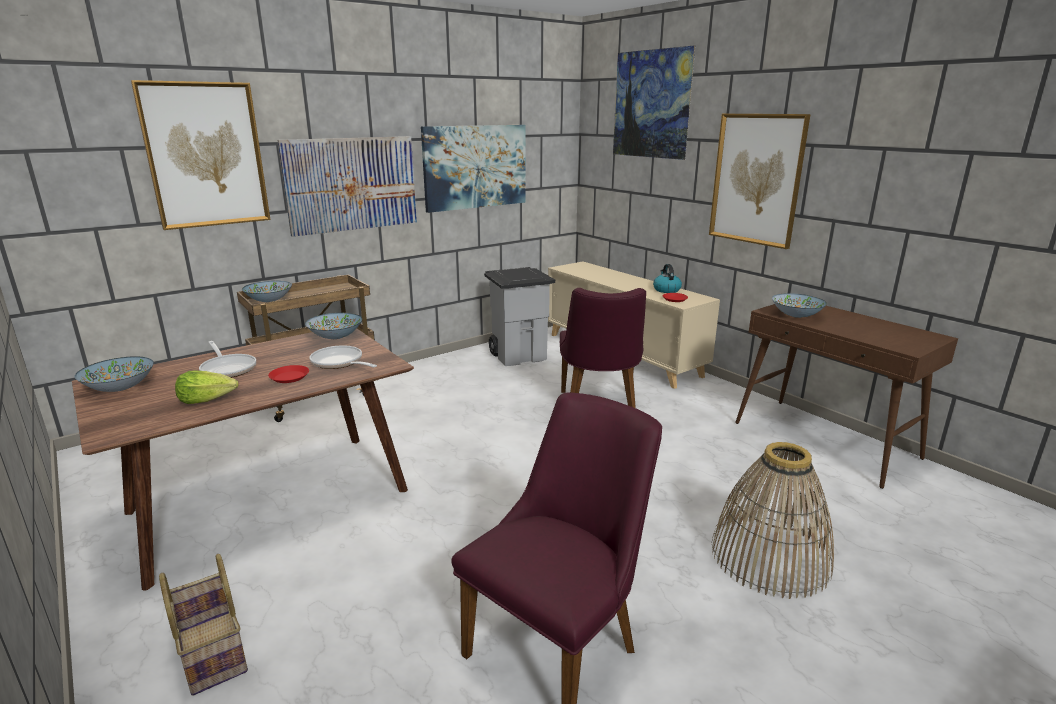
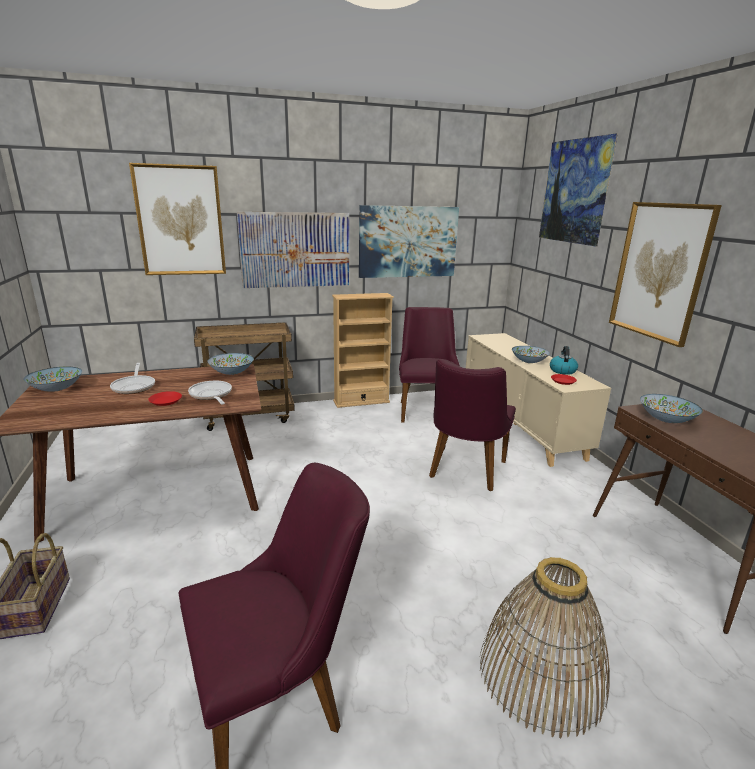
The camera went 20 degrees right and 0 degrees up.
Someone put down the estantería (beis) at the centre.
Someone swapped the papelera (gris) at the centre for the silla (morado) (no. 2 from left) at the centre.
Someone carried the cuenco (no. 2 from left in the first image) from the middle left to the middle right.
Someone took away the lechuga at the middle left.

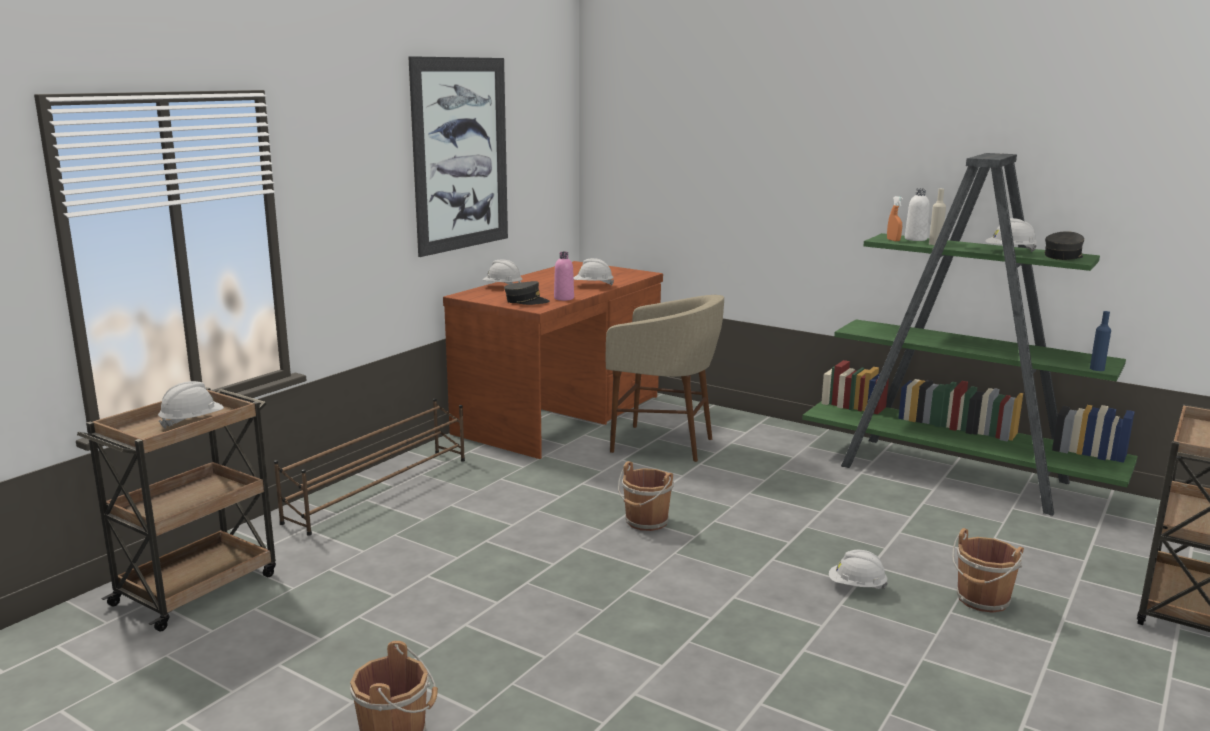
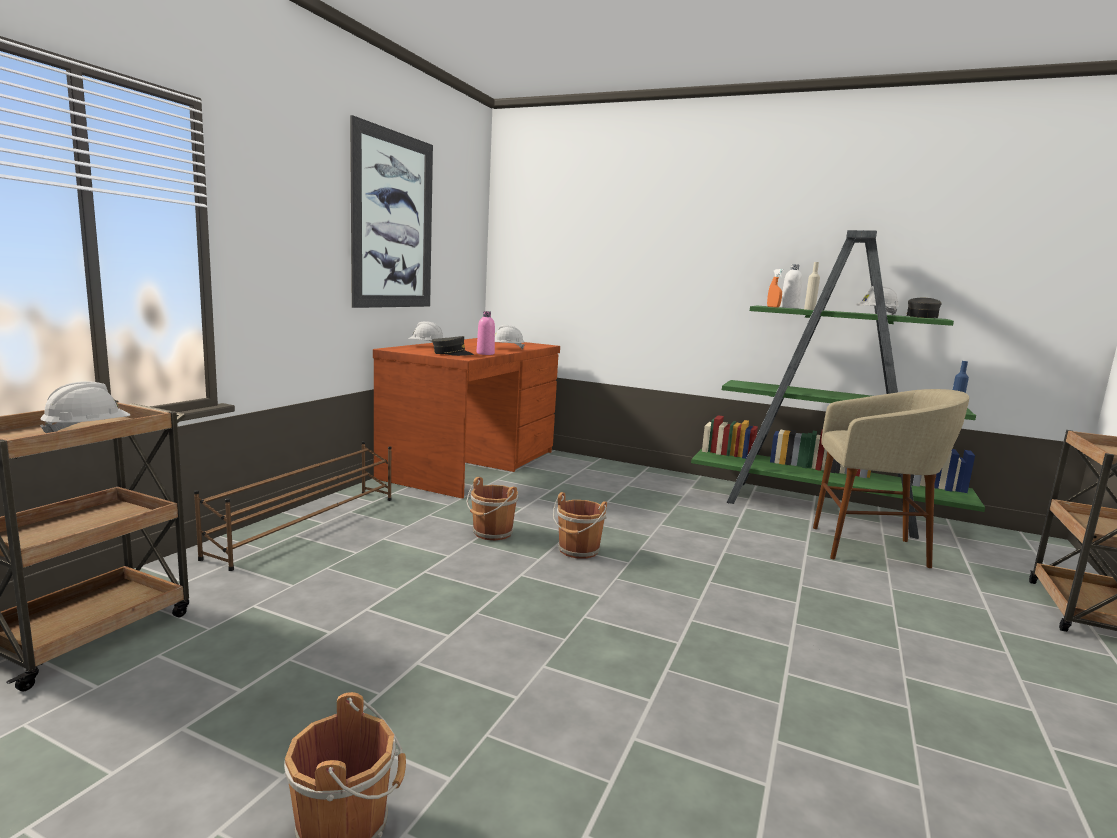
The camera went 10 degrees left and 5 degrees down.
Someone carried the cubo (marrón) (no. 3 from left in the first image) from the bottom right to the centre.
Someone carried the taburete (beis) from the centre to the middle right.
Someone took away the casco (blanco) (no. 4 from left) at the bottom right.

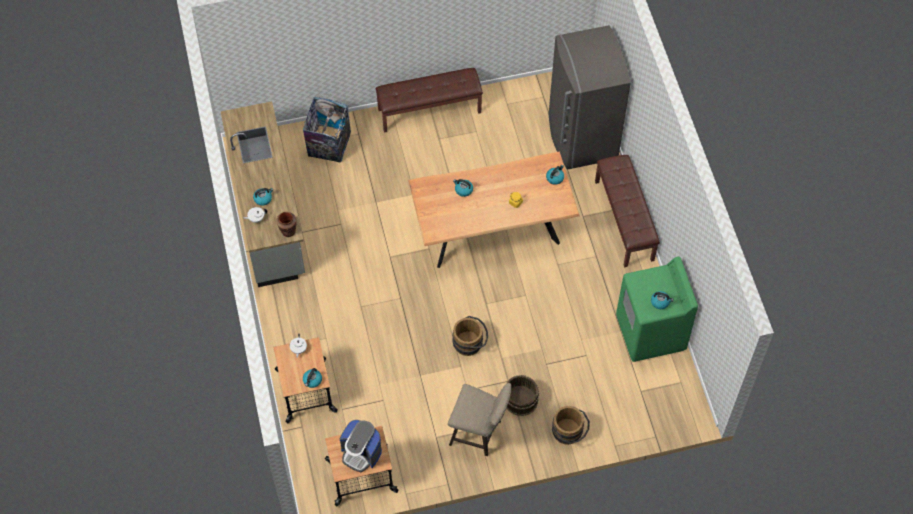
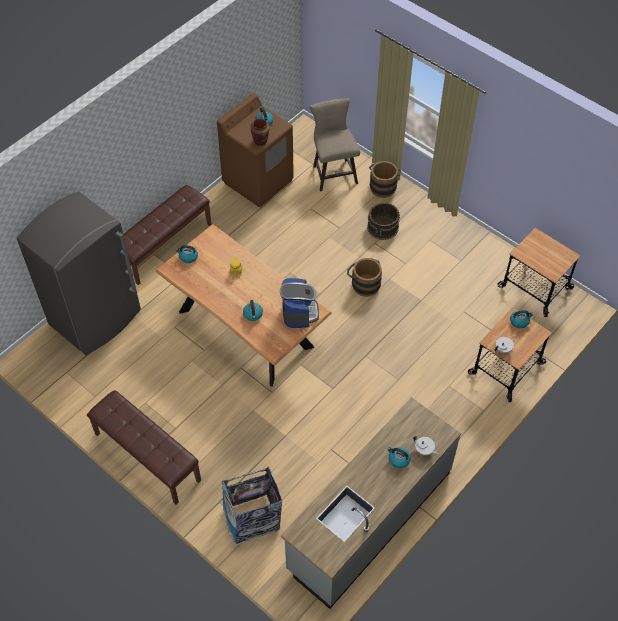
The camera went 125 degrees left and 5 degrees down.
Someone repainted the lavadora (verde) at the middle right, which became the lavadora (marrón) at the top centre.
Someone carried the florero (marrón) from the middle left to the top centre.
Someone carried the cafetera from the bottom centre to the centre.
Someone carried the taburete (beis) from the bottom centre to the top centre.

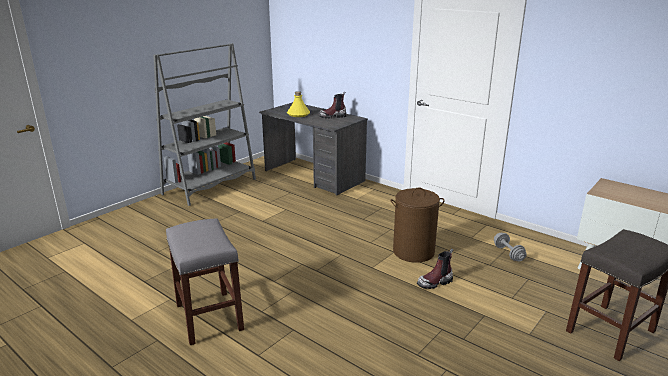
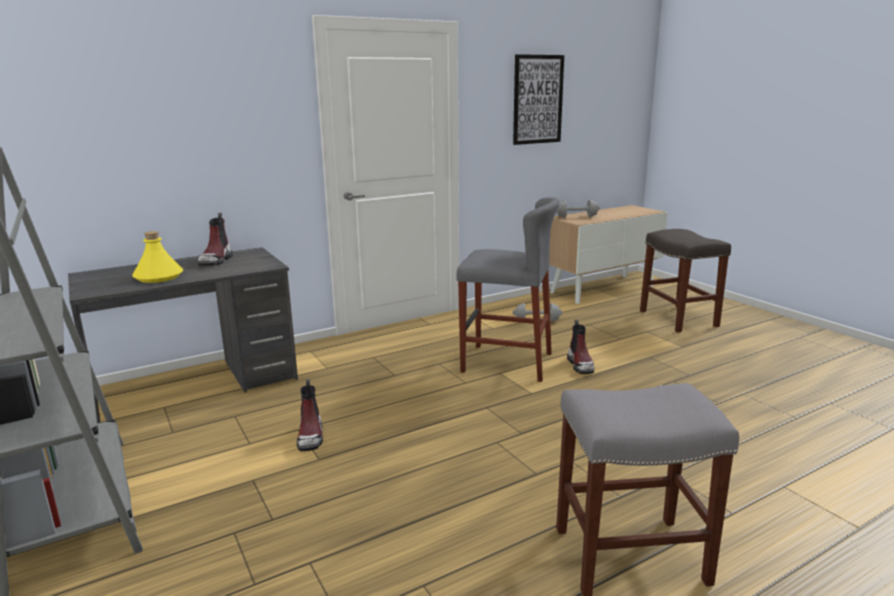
The camera went 70 degrees left and 5 degrees down.
Someone put down the bota (no. 2 from left) at the bottom centre.
Someone swapped the cesto de la ropa (marrón) at the centre for the taburete (gris) (no. 1 from left) at the centre.
Someone put up the cuadro at the top centre.
Someone put down the mancuerna (gris) (no. 2 from left) at the centre.

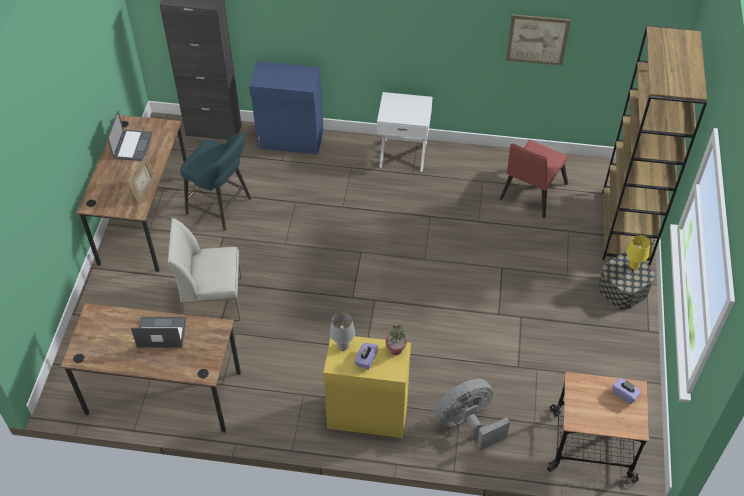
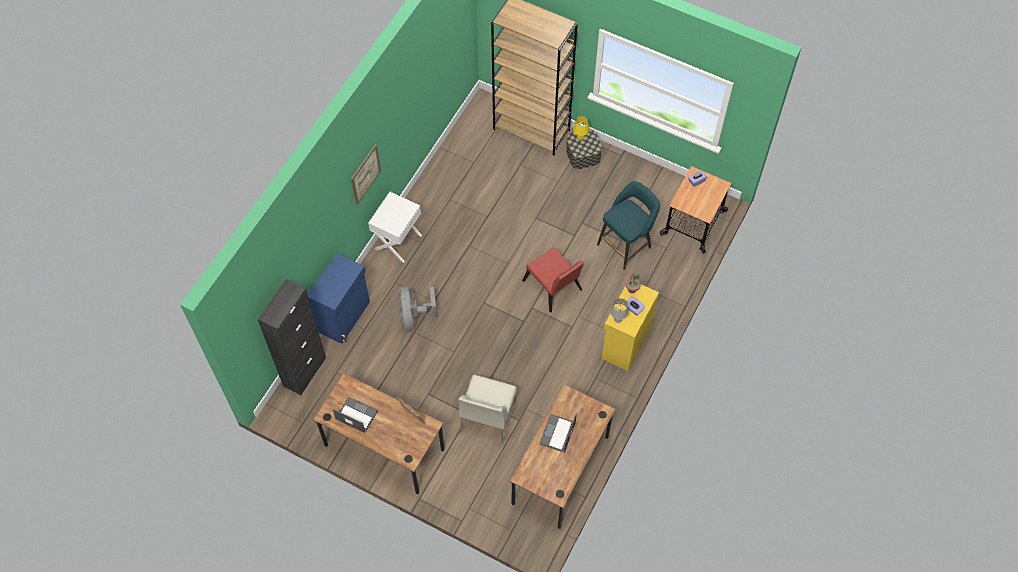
The camera went 70 degrees left and 10 degrees up.
Someone carried the cuadro from the top right to the top centre.
Someone carried the ventilador (gris) from the bottom centre to the centre.
Someone carried the silla (rojo) from the middle right to the centre.
Someone carried the taburete (turquesa) from the middle left to the centre.

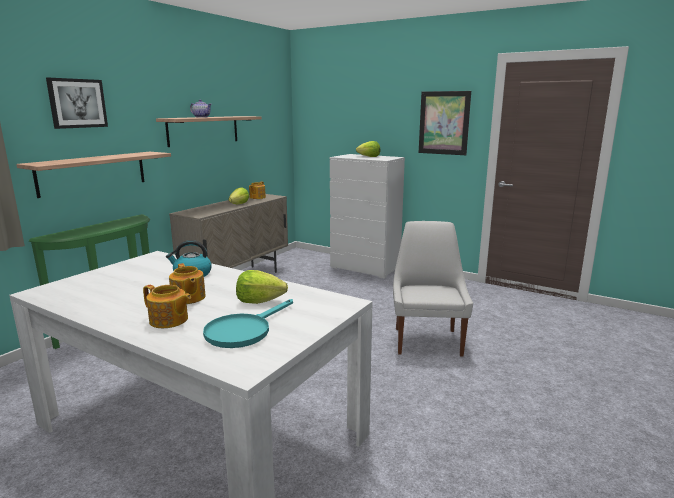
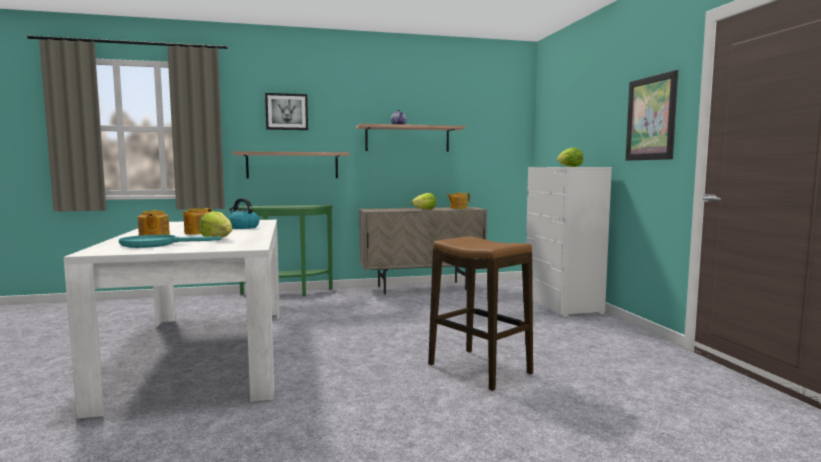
The camera went 45 degrees right and 10 degrees down.
Someone swapped the silla (blanco) at the centre for the taburete at the bottom centre.

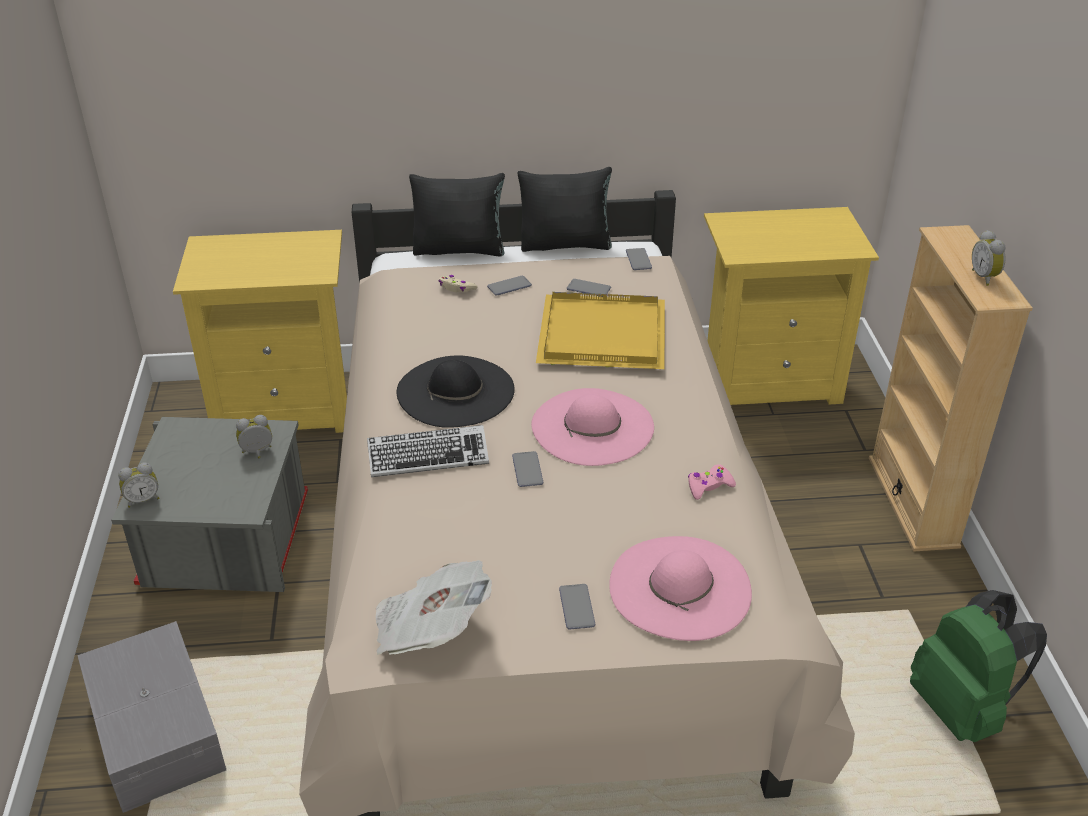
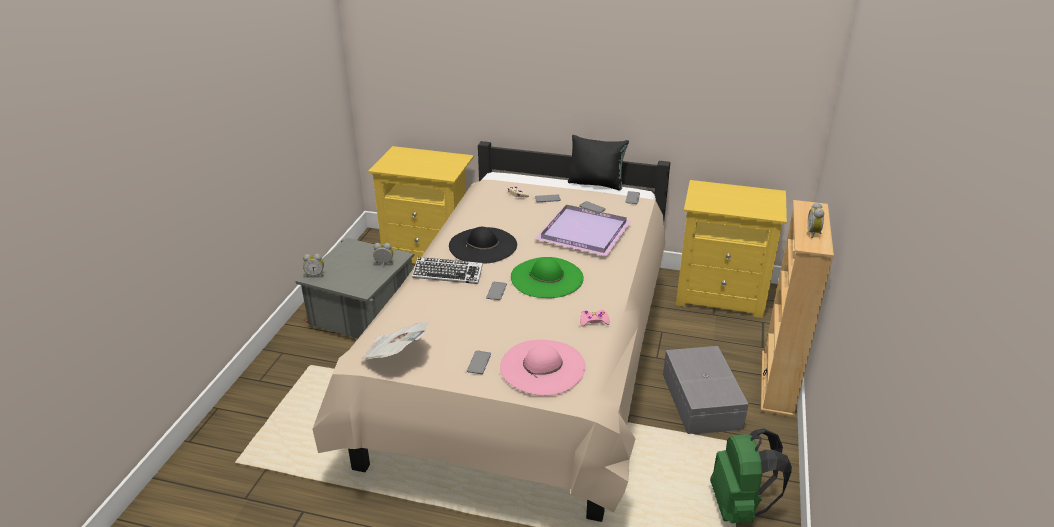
The camera went 20 degrees right and 5 degrees down.
Someone repainted the sombrero (rosa) (no. 1 from left) at the centre, which became the sombrero (verde) at the centre.
Someone repainted the bandeja (amarillo) at the centre, which became the bandeja (morado) at the centre.
Someone carried the caja de almacenaje (gris) (no. 1 from left in the first image) from the bottom left to the bottom right.
Someone took away the cojín (negro) (no. 1 from left) at the top centre.

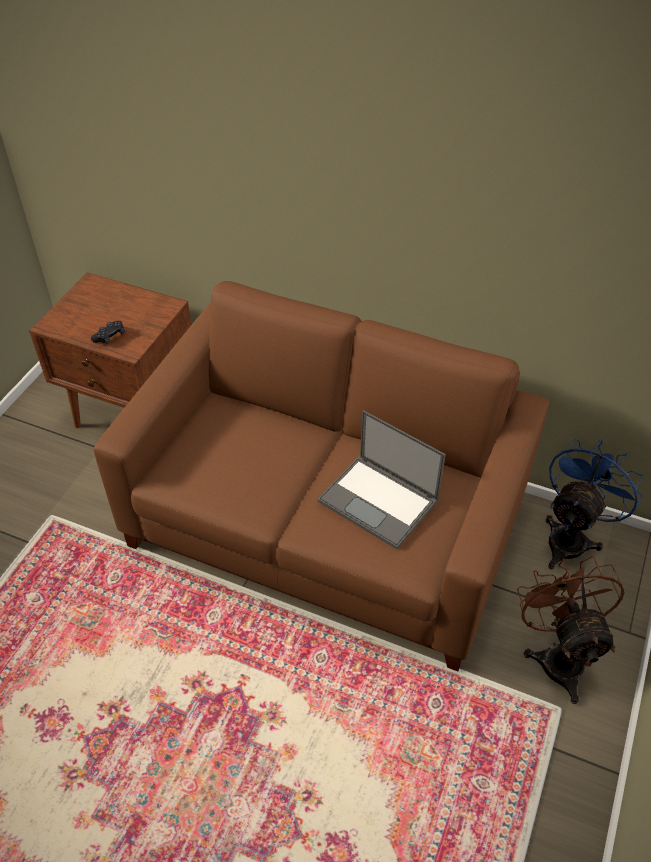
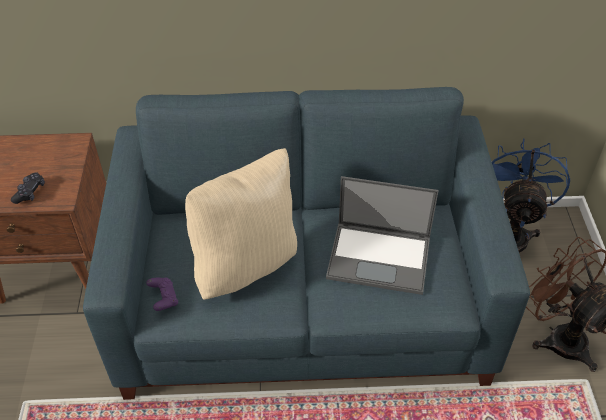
The camera went 25 degrees left and 0 degrees up.
Someone repainted the sofá (marrón) at the centre, which became the sofá (azul) at the centre.
Someone put down the mando de consola (morado) at the bottom left.
Someone put down the cojín (beis) at the centre.

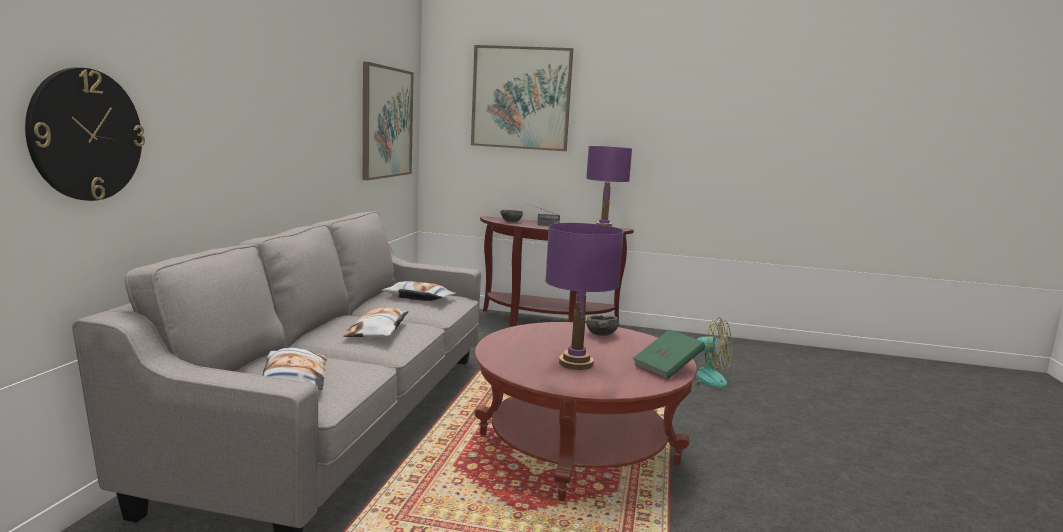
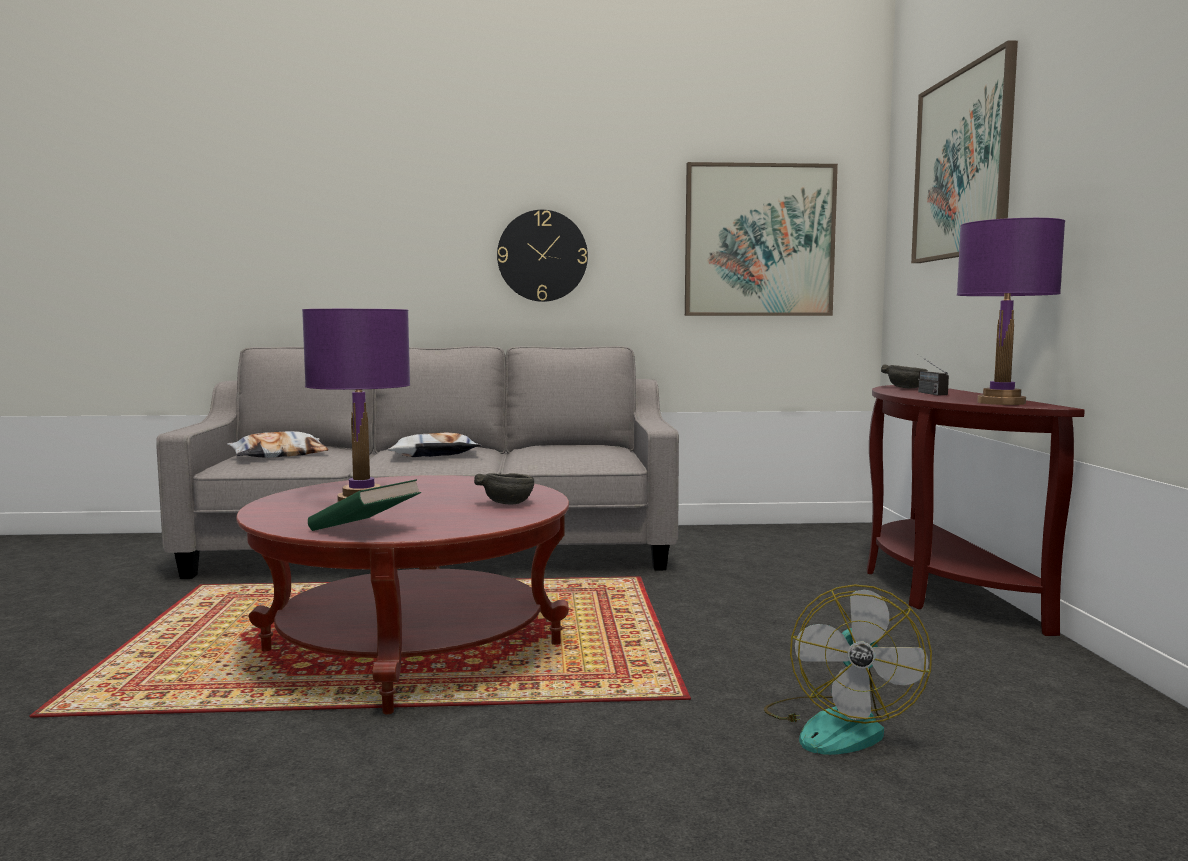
The camera went 75 degrees right and 5 degrees down.
Someone carried the reloj de pared from the top left to the top centre.
Someone took away the cojín (no. 3 from left) at the centre.

